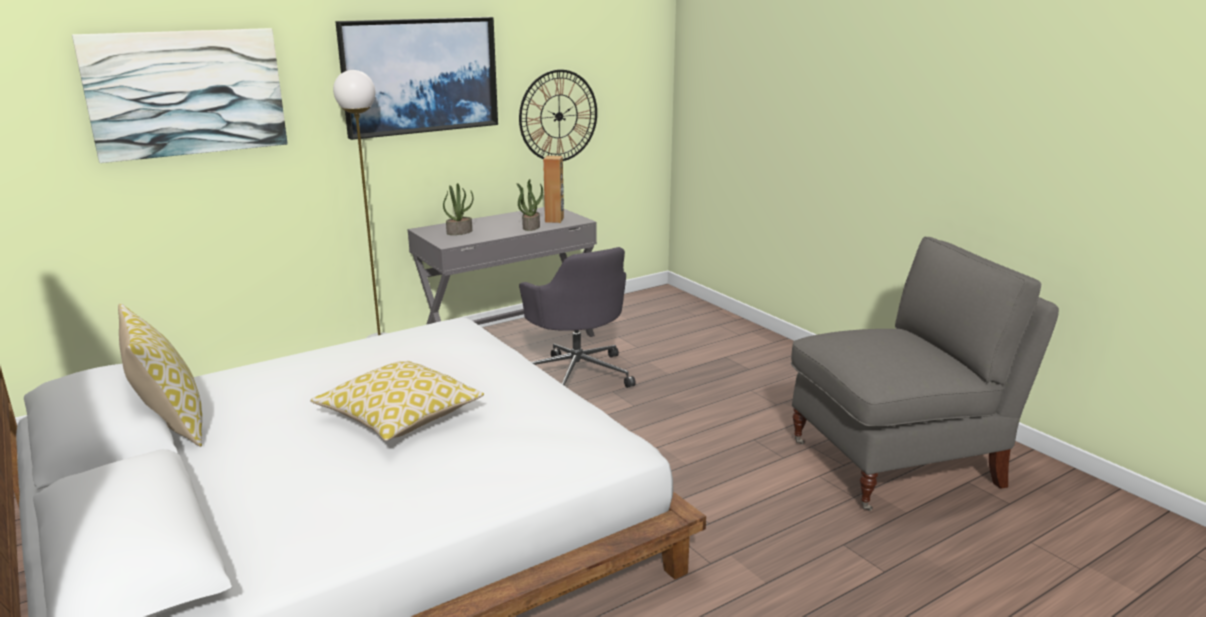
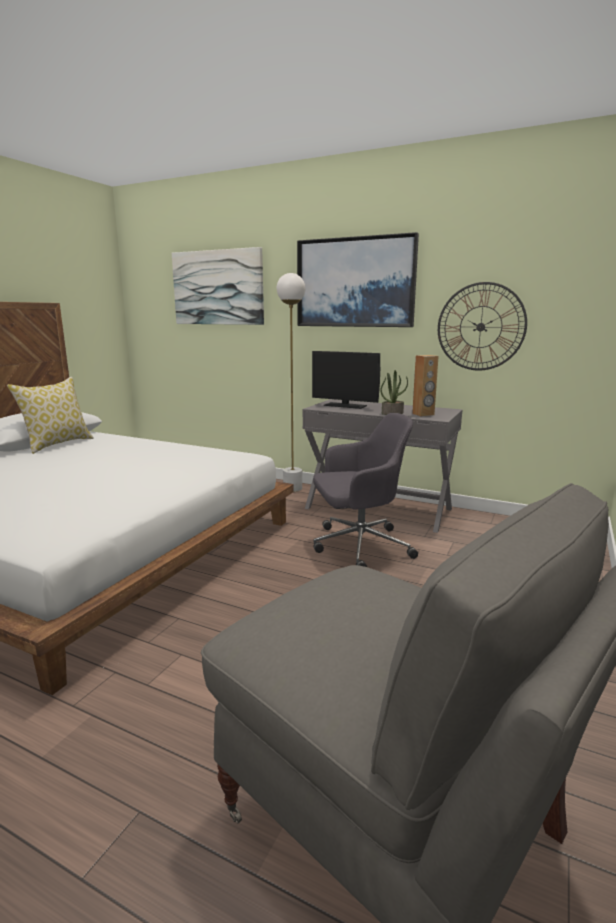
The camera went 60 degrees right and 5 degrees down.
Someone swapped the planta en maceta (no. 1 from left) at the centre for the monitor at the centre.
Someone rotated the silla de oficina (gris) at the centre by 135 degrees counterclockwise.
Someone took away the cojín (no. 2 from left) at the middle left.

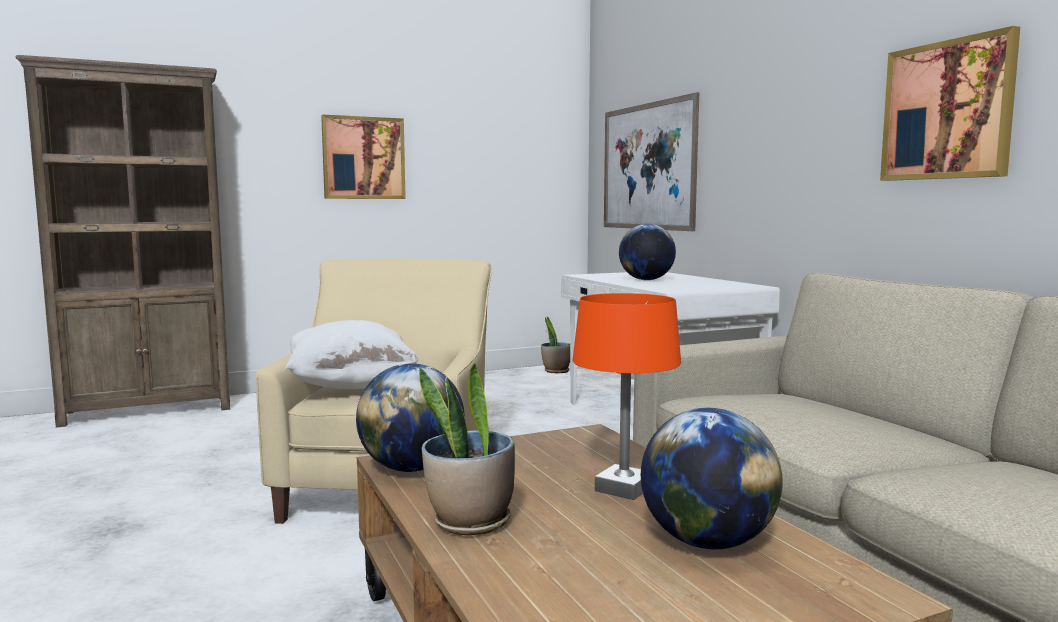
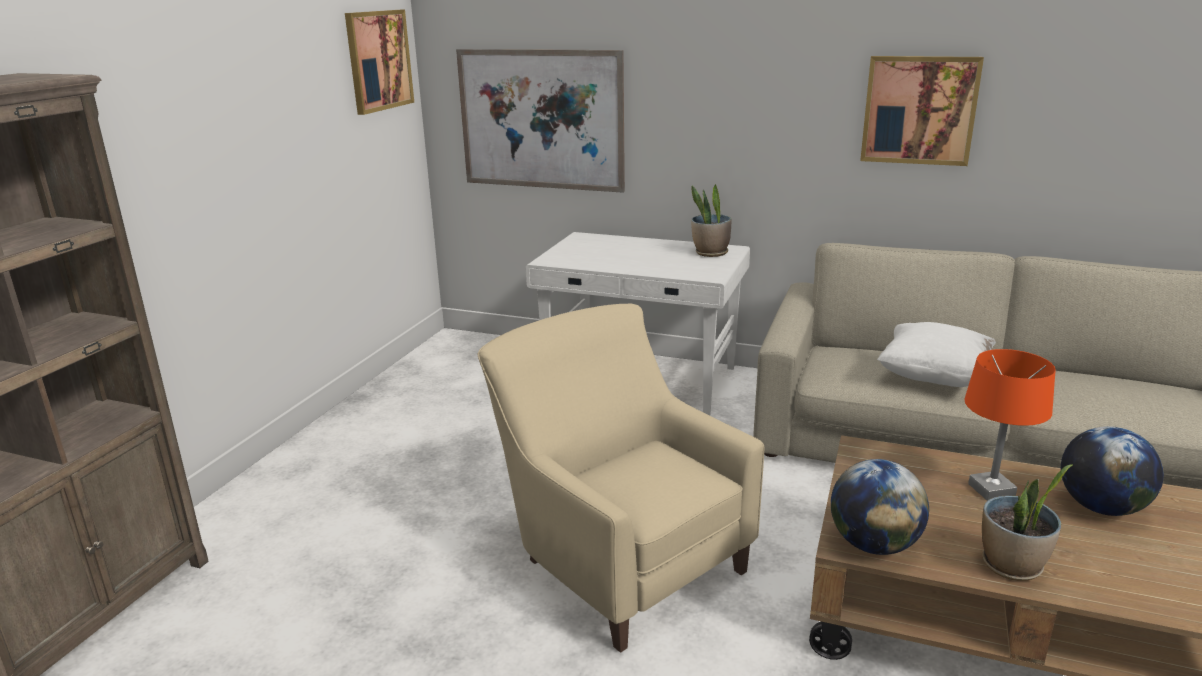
The camera went 45 degrees left and 15 degrees up.
Someone carried the cuadro (no. 1 from left) from the top centre to the top left.
Someone carried the planta en maceta (no. 2 from left in the first image) from the centre to the top centre.
Someone carried the cojín (blanco) from the middle left to the middle right.
Someone took away the globo terráqueo (no. 2 from left) at the centre.

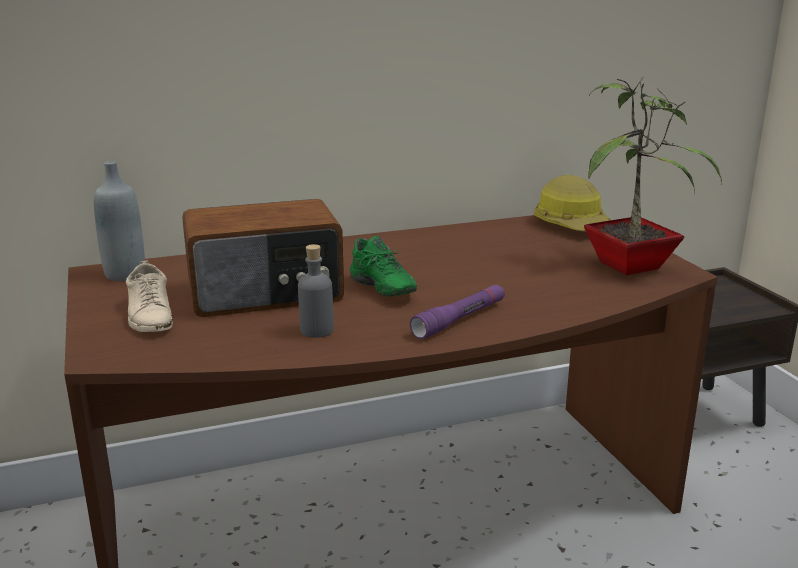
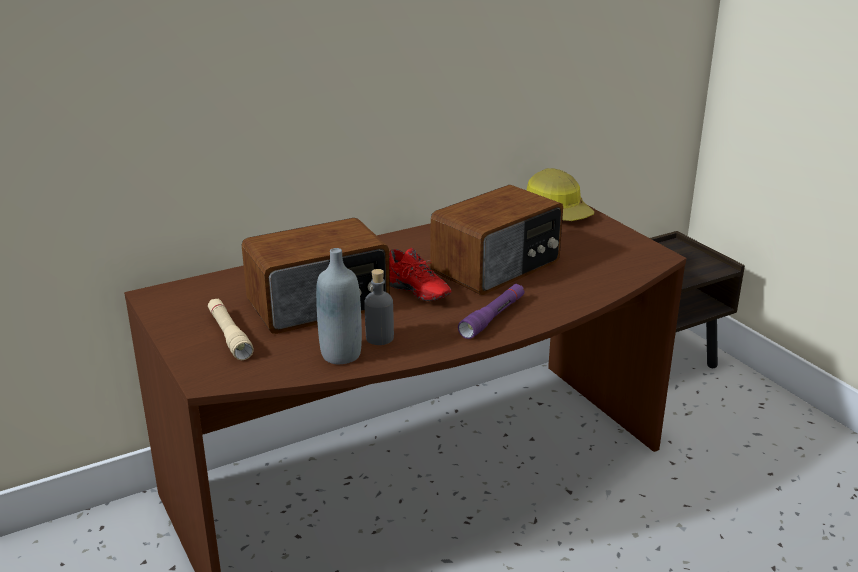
The camera went 10 degrees left and 5 degrees up.
Someone swapped the zapato (beis) at the middle left for the linterna (beis) at the middle left.
Someone carried the botella (gris) (no. 1 from left) from the middle left to the centre.
Someone repainted the zapato (verde) at the centre, which became the zapato (rojo) at the centre.
Someone put down the radio (no. 2 from left) at the centre.
Someone took away the planta en maceta at the top right.

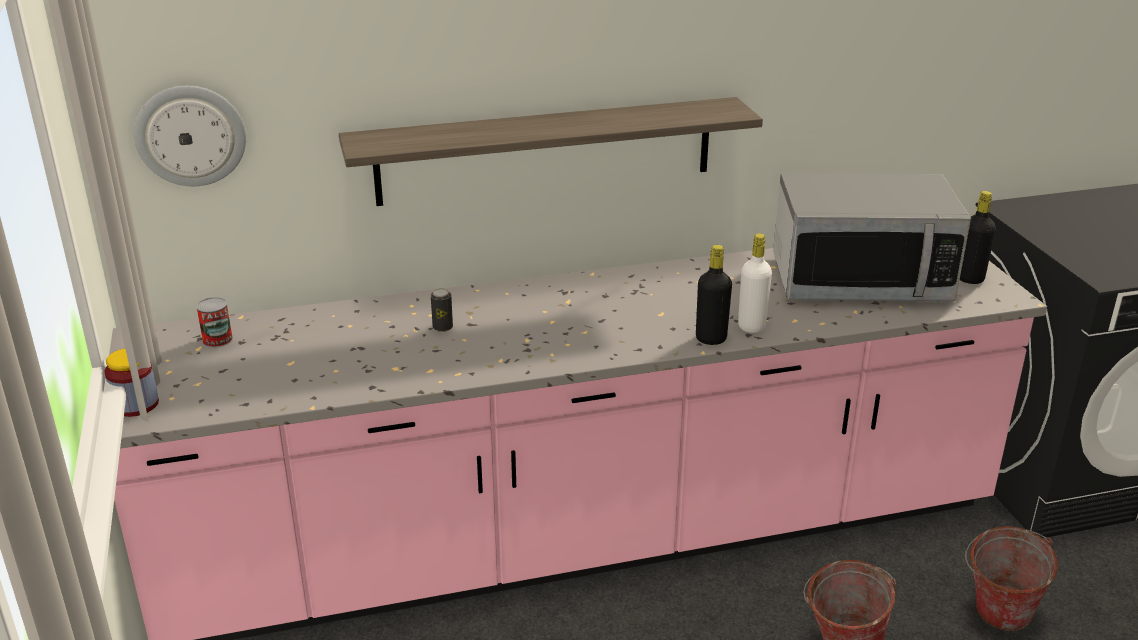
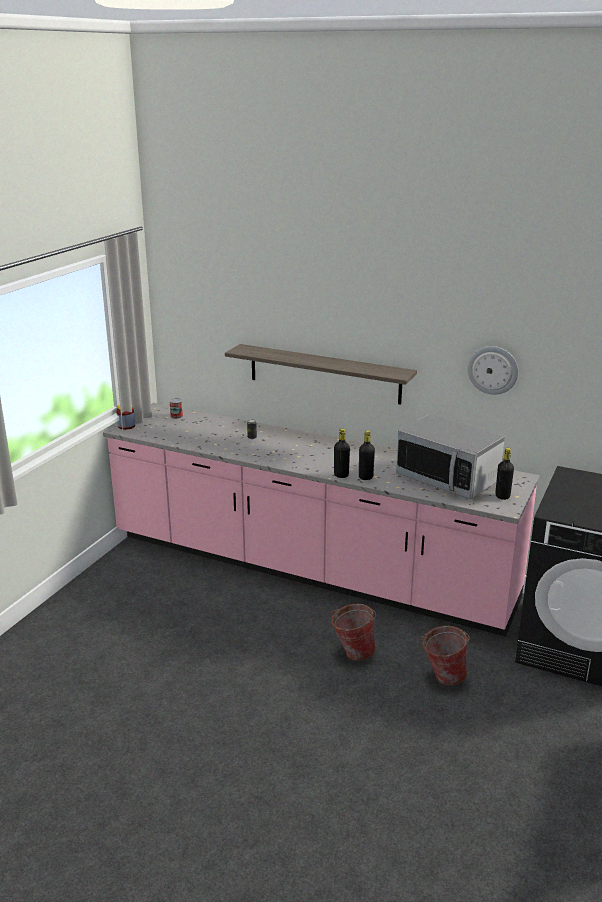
The camera went 40 degrees right and 5 degrees down.
Someone repainted the botella (blanco) at the centre, which became the botella (negro) (no. 2 from left) at the centre.
Someone carried the reloj de pared from the top left to the middle right.

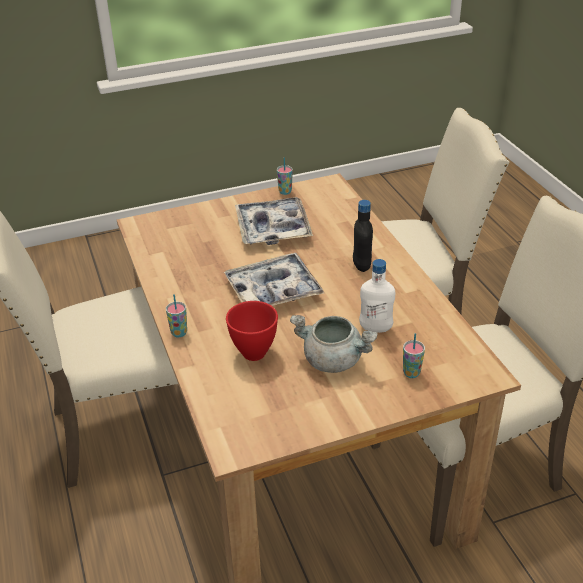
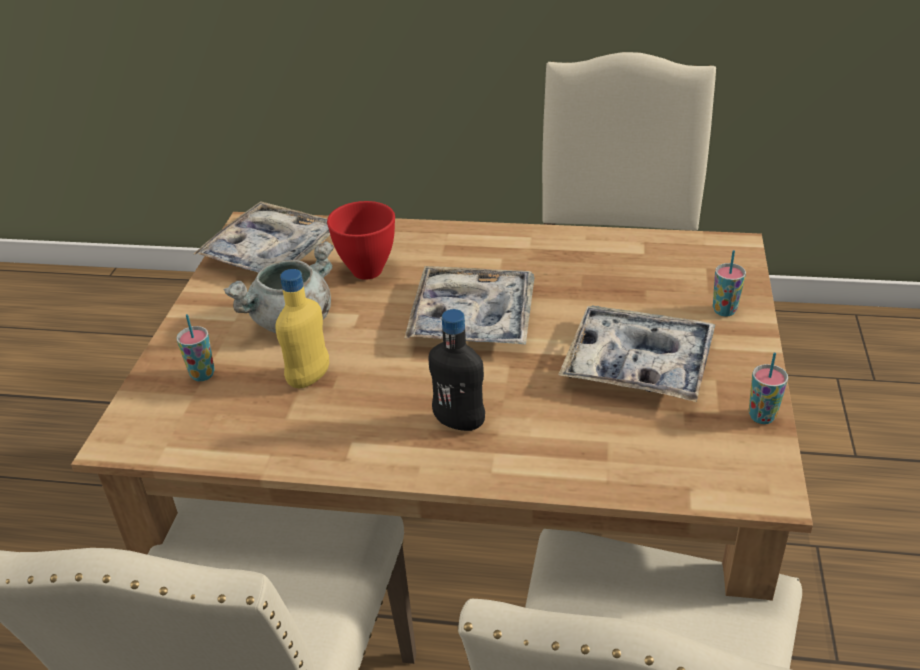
The camera went 120 degrees right and 0 degrees up.
Someone put down the bandeja (no. 1 from left) at the middle left.
Someone repainted the botella (blanco) at the centre, which became the botella (amarillo) at the middle left.
Someone carried the taza (no. 1 from left in the first image) from the middle left to the middle right.

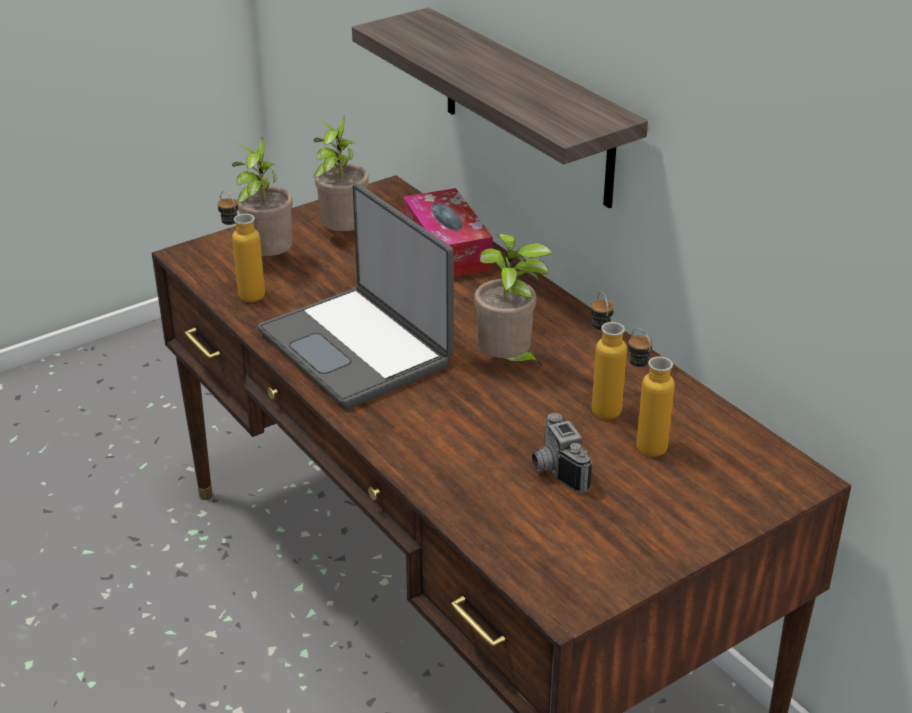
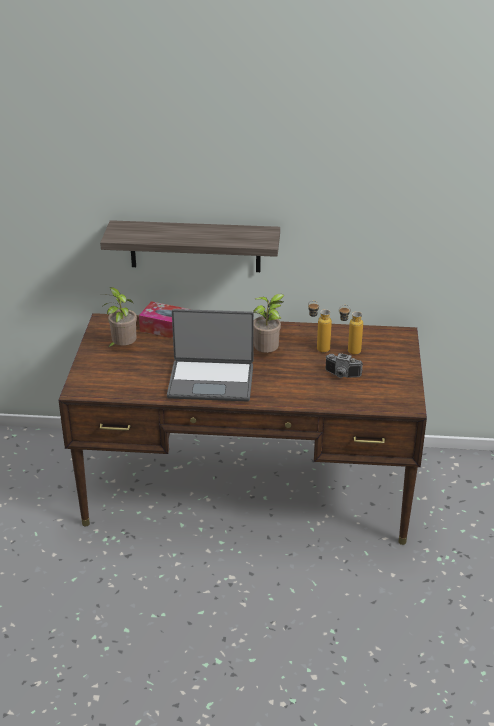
The camera went 50 degrees left and 0 degrees up.
Someone took away the botella (no. 1 from left) at the middle left.
Someone took away the planta en maceta (no. 1 from left) at the top left.

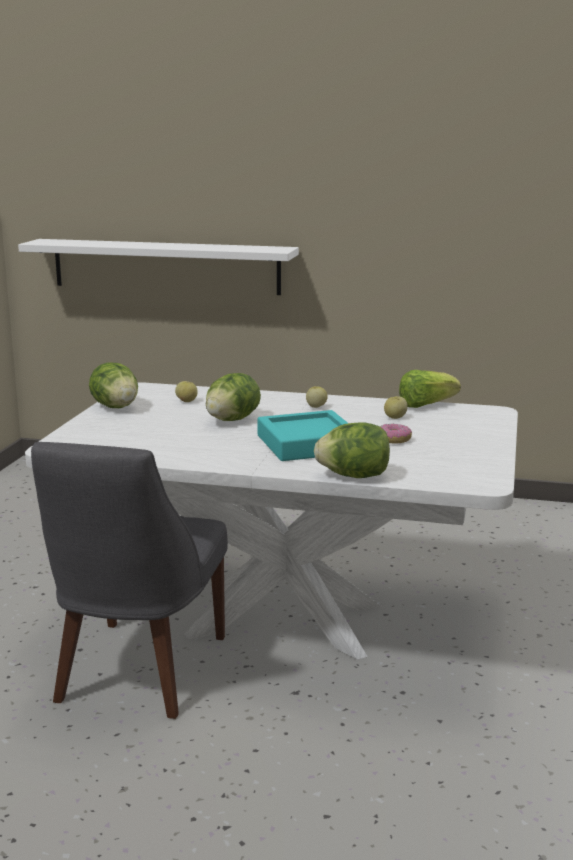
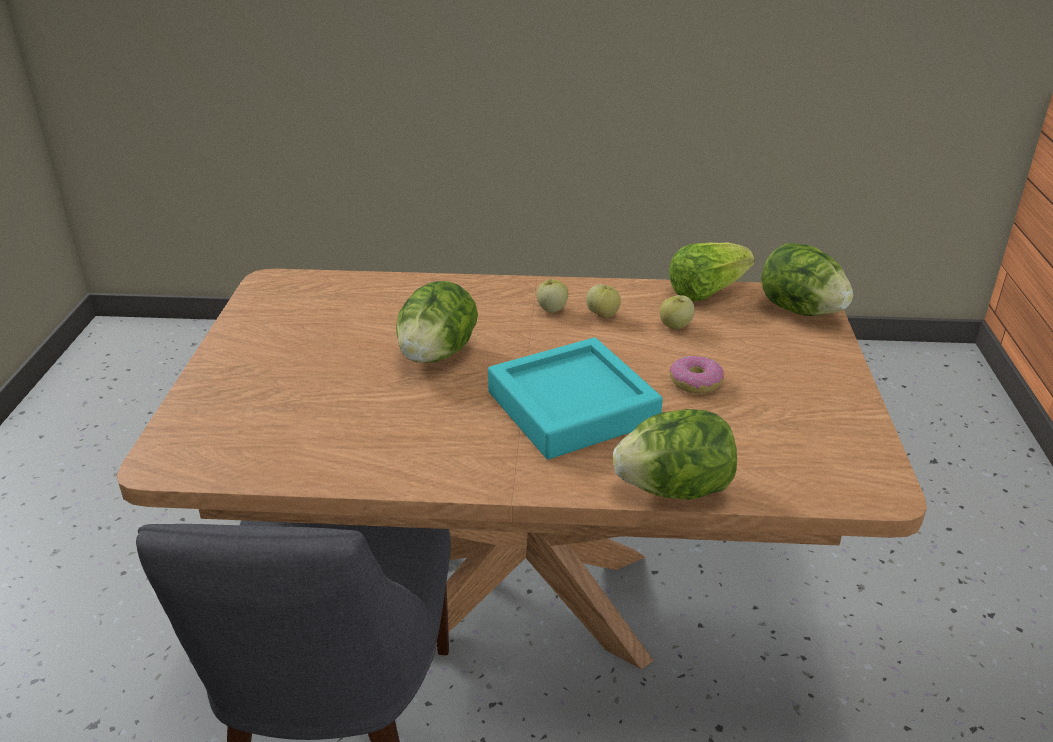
The camera went 10 degrees left and 15 degrees up.
Someone repainted the mesa de comedor (blanco) at the centre, which became the mesa de comedor (marrón) at the centre.
Someone carried the manzana (no. 1 from left in the first image) from the middle left to the centre.
Someone carried the lechuga (no. 1 from left in the first image) from the middle left to the middle right.
Someone took away the estante (blanco) at the top left.

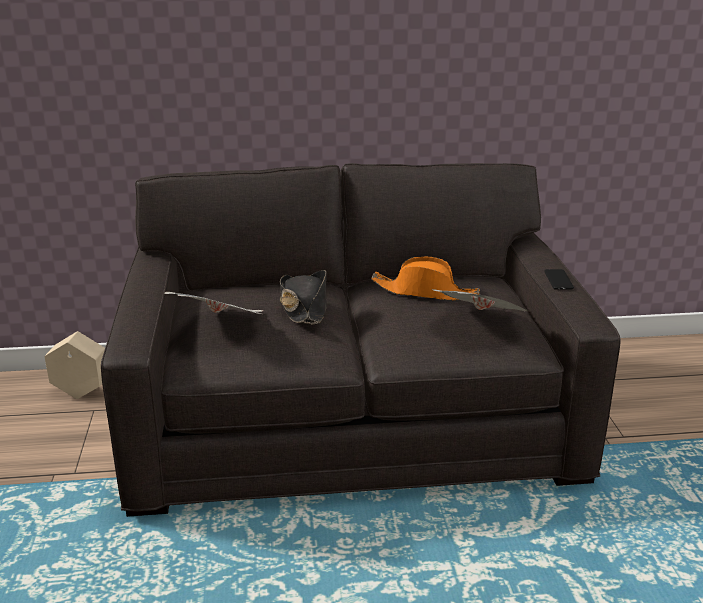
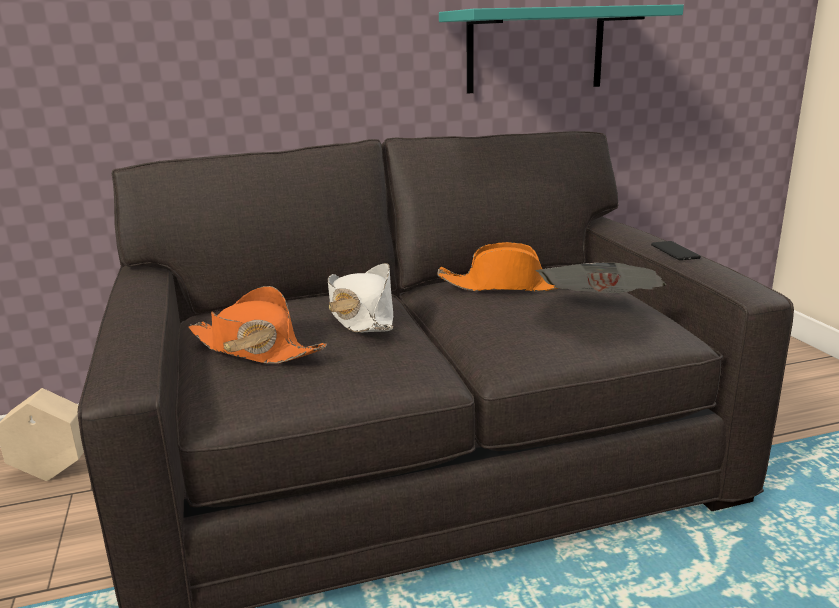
The camera went 10 degrees left and 5 degrees down.
Someone swapped the periódico (no. 1 from left) at the middle left for the sombrero (naranja) (no. 1 from left) at the middle left.
Someone repainted the sombrero (negro) at the centre, which became the sombrero (blanco) at the centre.
Someone put up the estante (turquesa) at the top right.

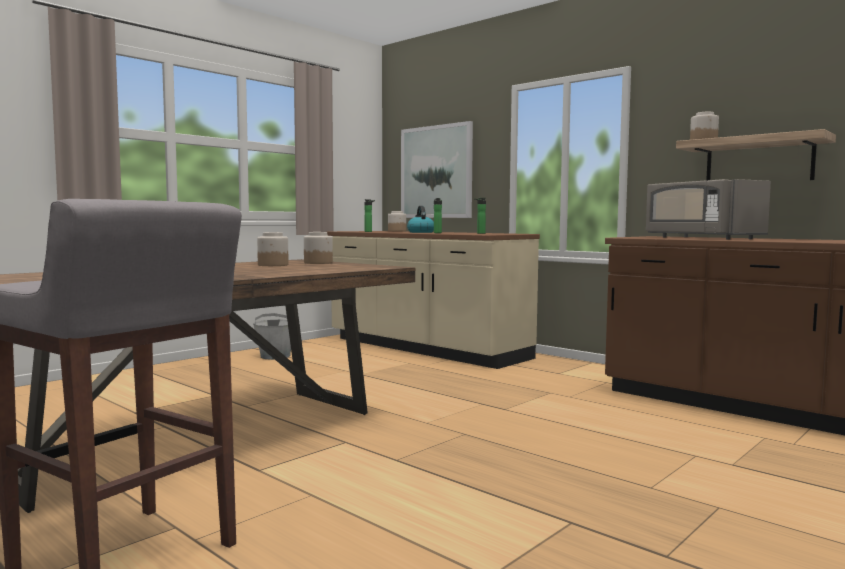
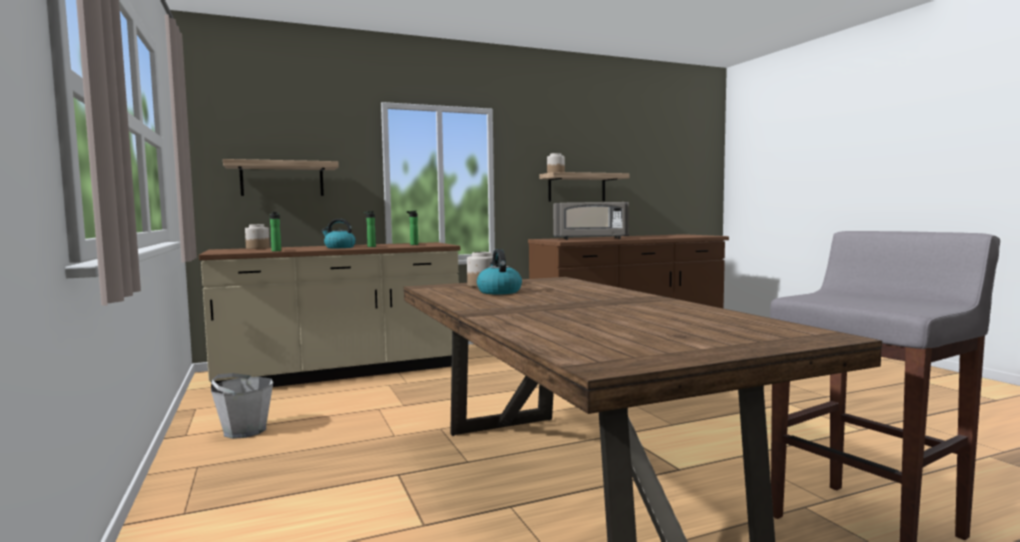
The camera went 65 degrees left and 0 degrees up.
Someone swapped the cuadro at the top centre for the estante (no. 1 from left) at the top left.
Someone swapped the tarro (no. 1 from left) at the middle left for the hervidor (no. 2 from left) at the centre.

